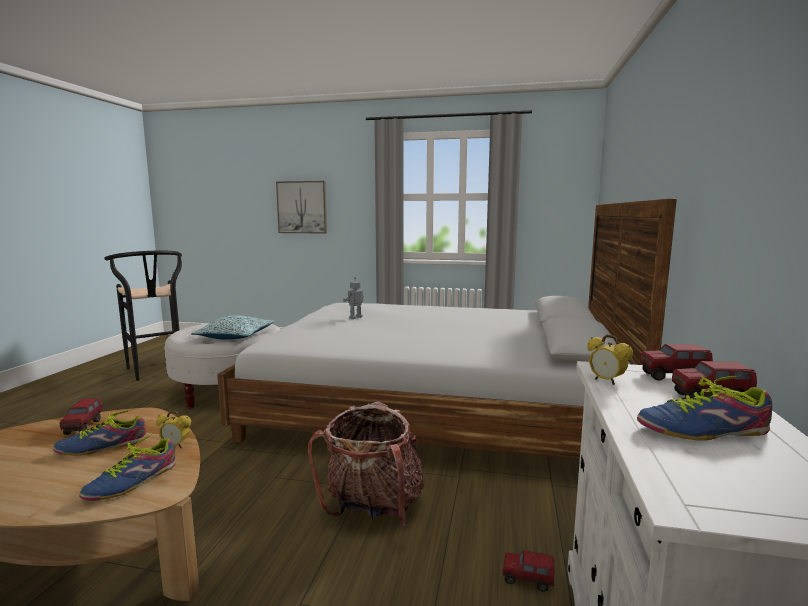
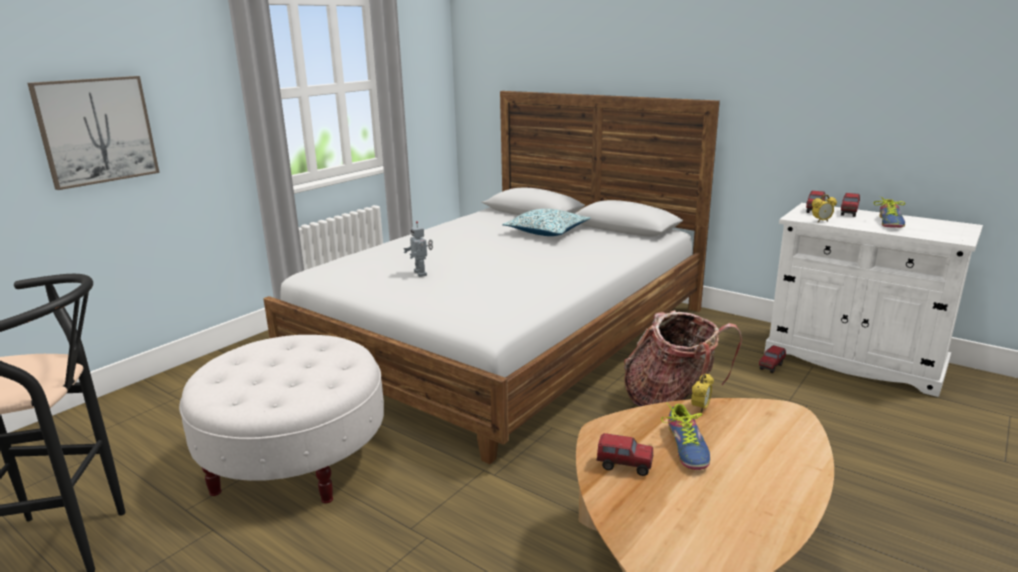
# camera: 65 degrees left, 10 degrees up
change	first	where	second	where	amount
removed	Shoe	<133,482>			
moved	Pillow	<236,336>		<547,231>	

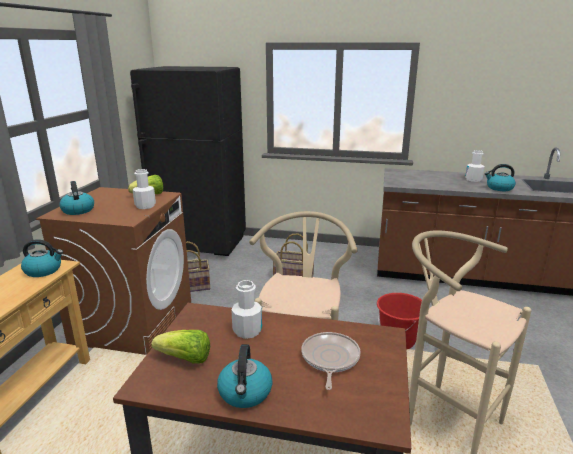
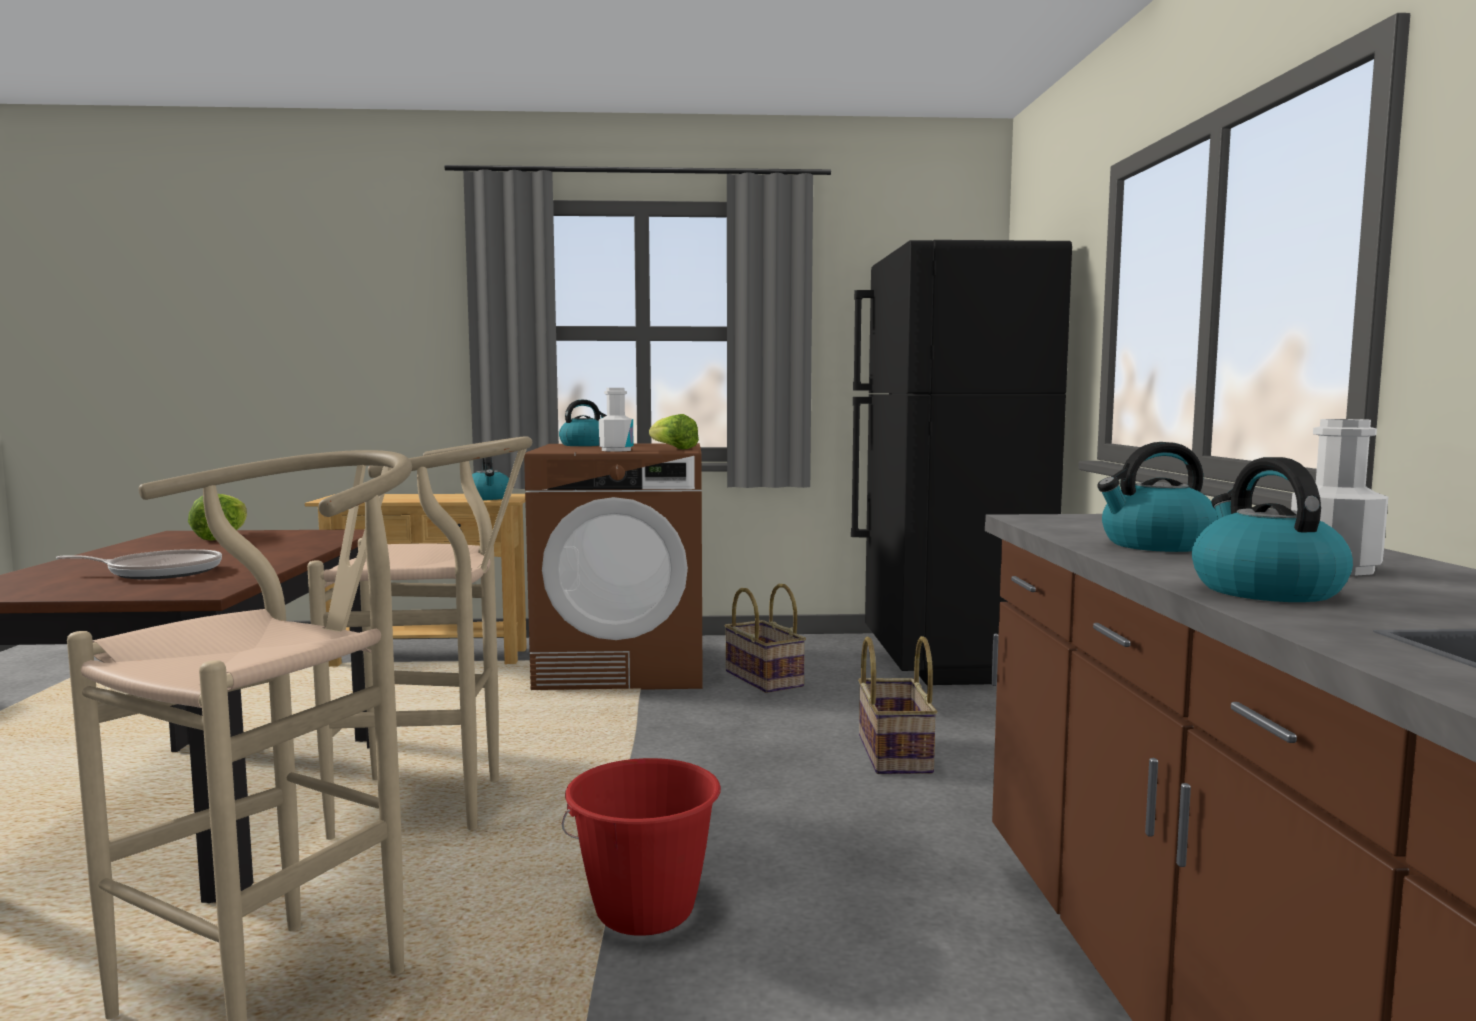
# camera: 75 degrees right, 15 degrees down
change	first	where	second	where	amount
removed	WhiteBottle	<247,331>			
moved	Kettle	<245,393>		<1156,545>	

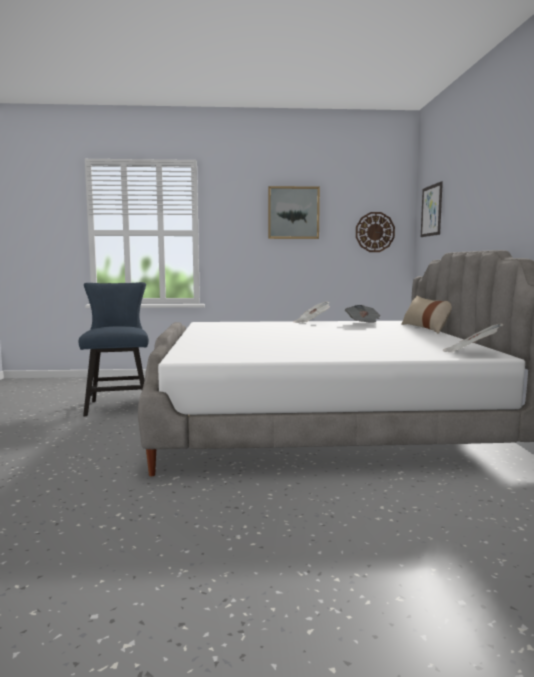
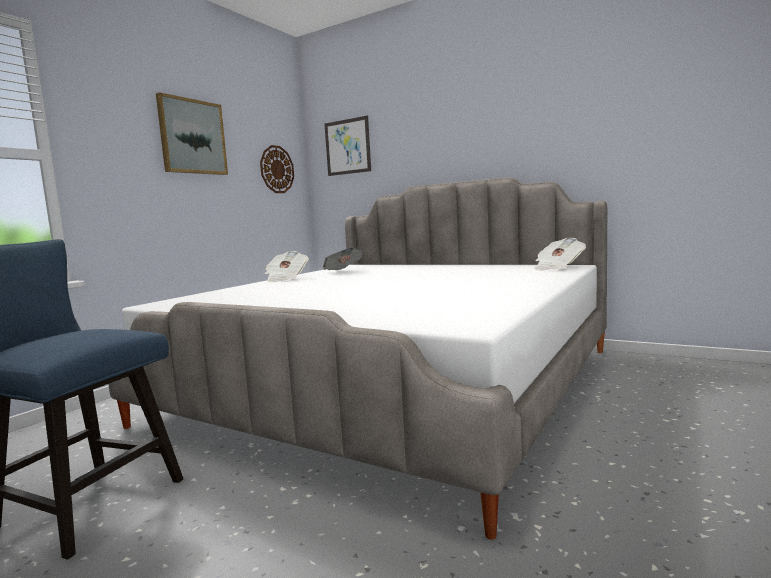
# camera: 55 degrees left, 0 degrees up
change	first	where	second	where	amount
removed	BeigePillow	<426,328>			

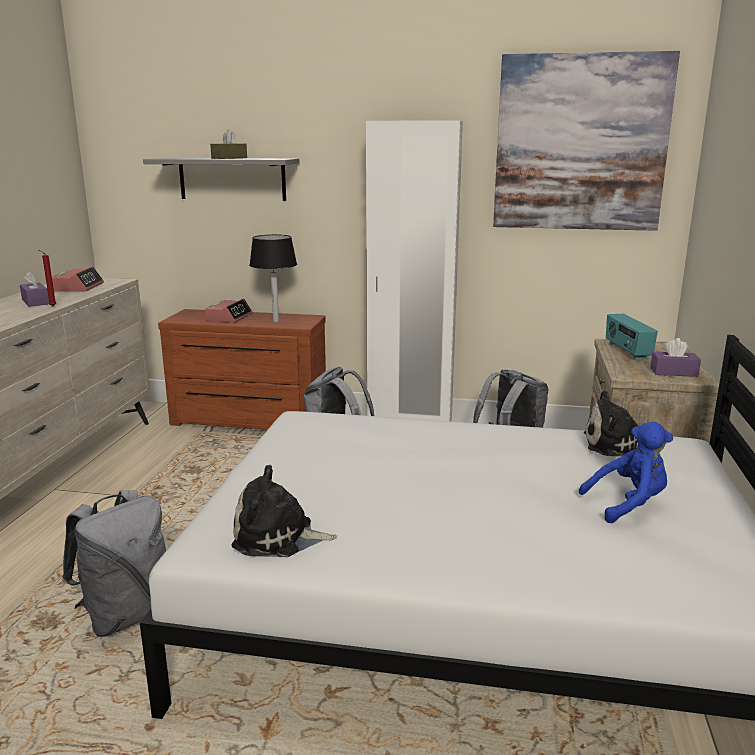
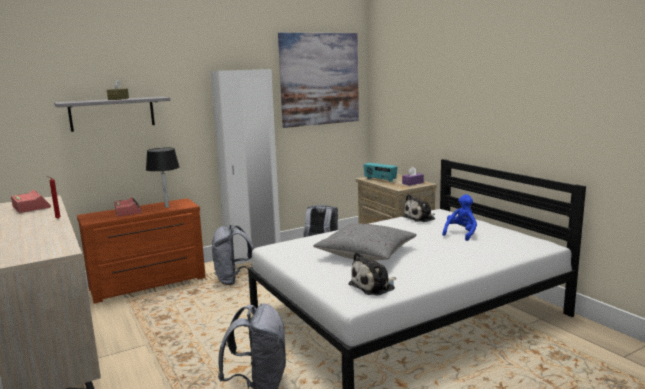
# camera: 40 degrees left, 5 degrees down
change	first	where	second	where	amount
removed	PurpleTissueBox	<35,302>			
added			GreyPillow	<366,253>	

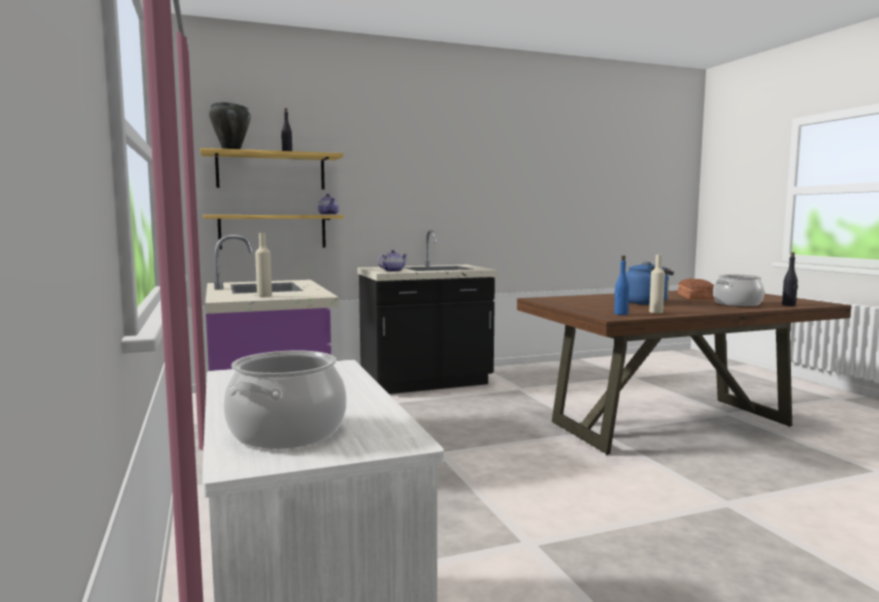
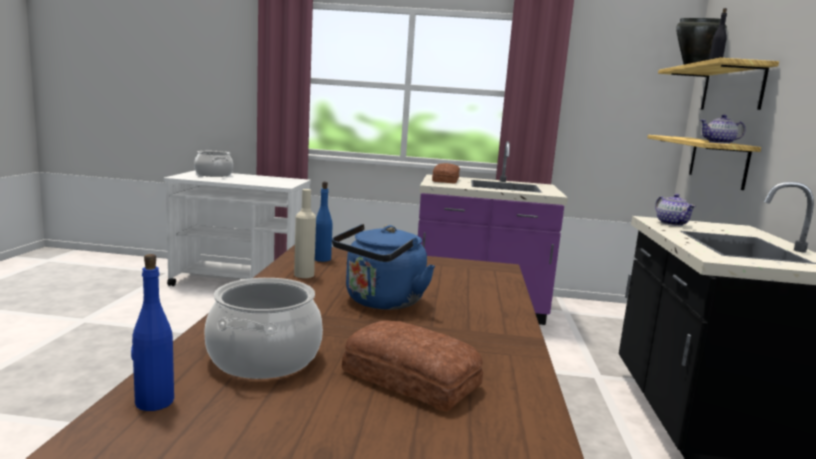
# camera: 115 degrees right, 5 degrees up
change	first	where	second	where	amount
replaced	BeigeBottle	<264,296>	Bread	<446,180>	
recoloured	BlackBottle	<788,305>	BlueBottle	<154,402>	

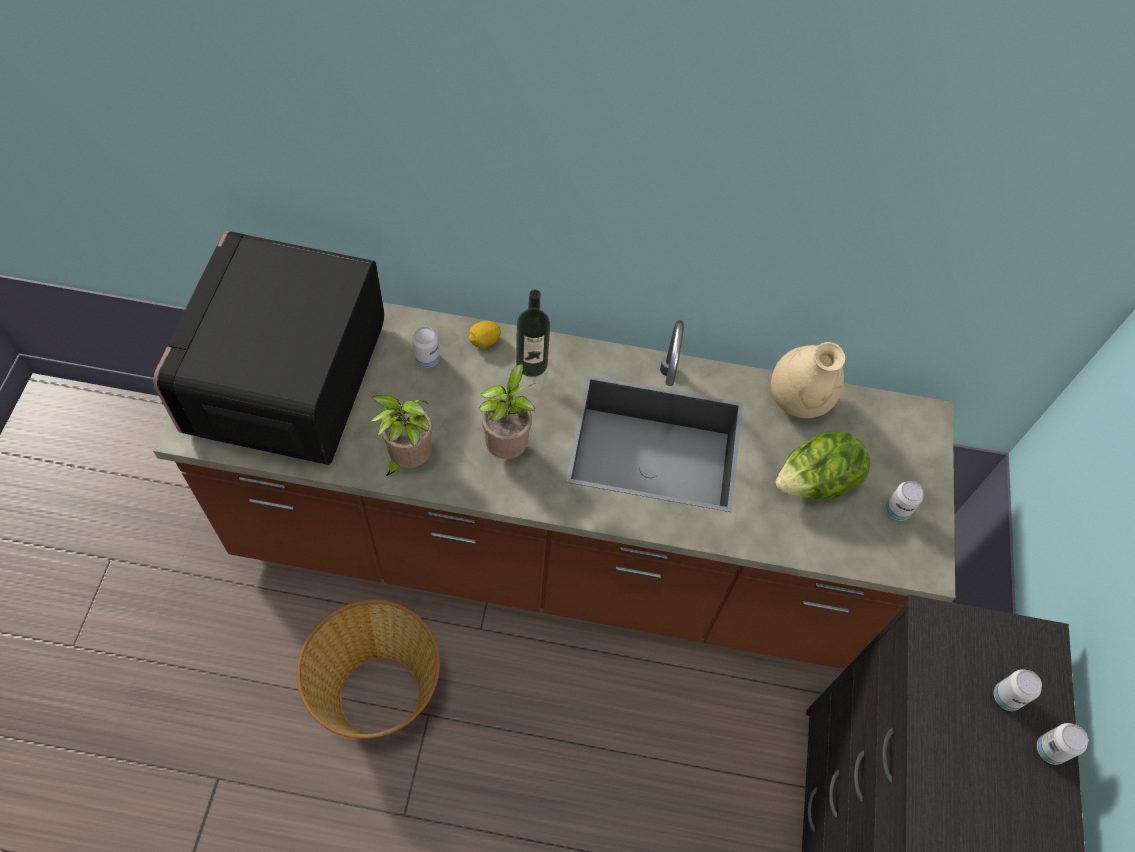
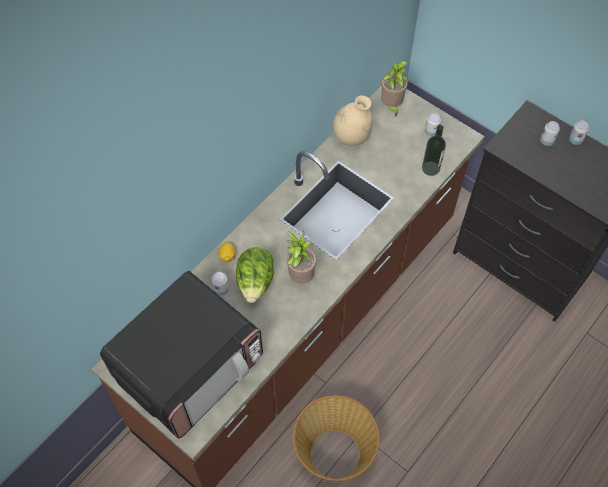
# camera: 55 degrees left, 0 degrees up
change	first	where	second	where	amount
moved	PottedPlant	<408,460>		<391,106>	
moved	Bottle	<531,364>		<430,168>	
moved	Lettuce	<815,482>		<255,282>	
turned	Microwave	<287,380>		<189,366>	90 degrees counterclockwise

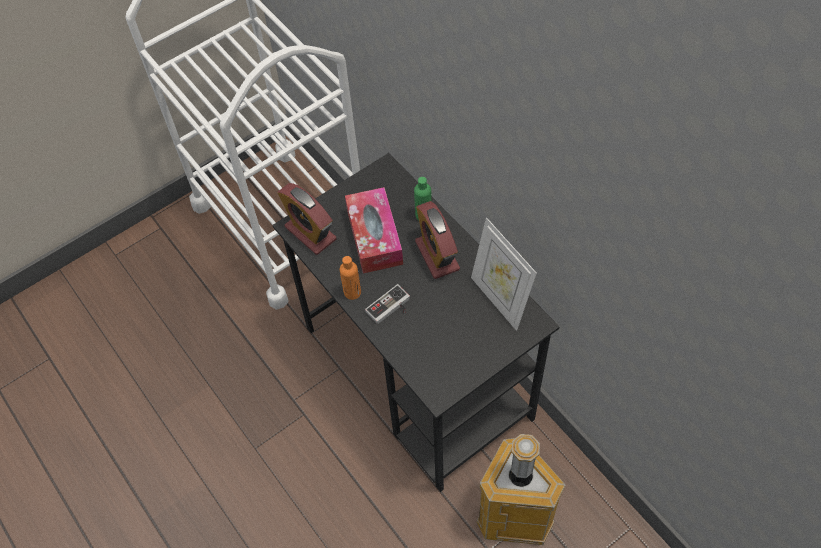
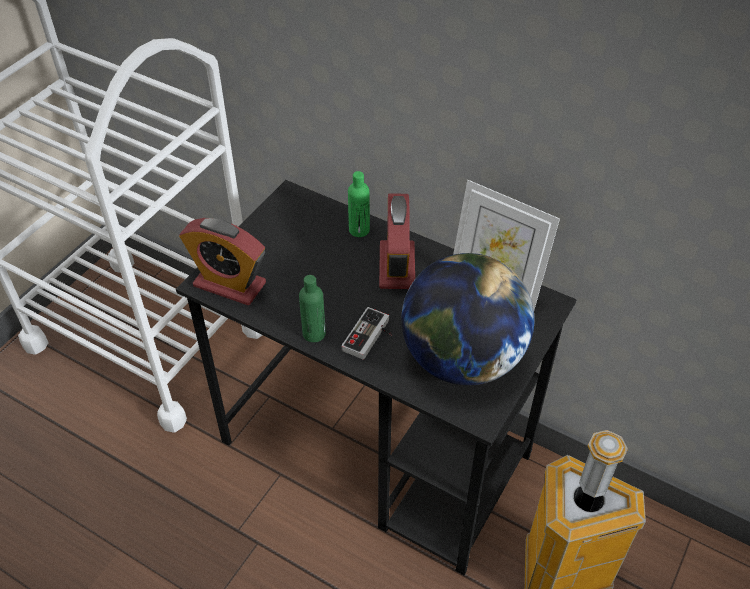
# camera: 25 degrees left, 10 degrees down
change	first	where	second	where	amount
removed	TissueBox	<374,237>			
added			Globe	<462,359>	
recoloured	OrangeBottle	<352,292>	GreenBottle	<314,333>	
turned	AlarmClock	<437,255>		<397,266>	45 degrees clockwise

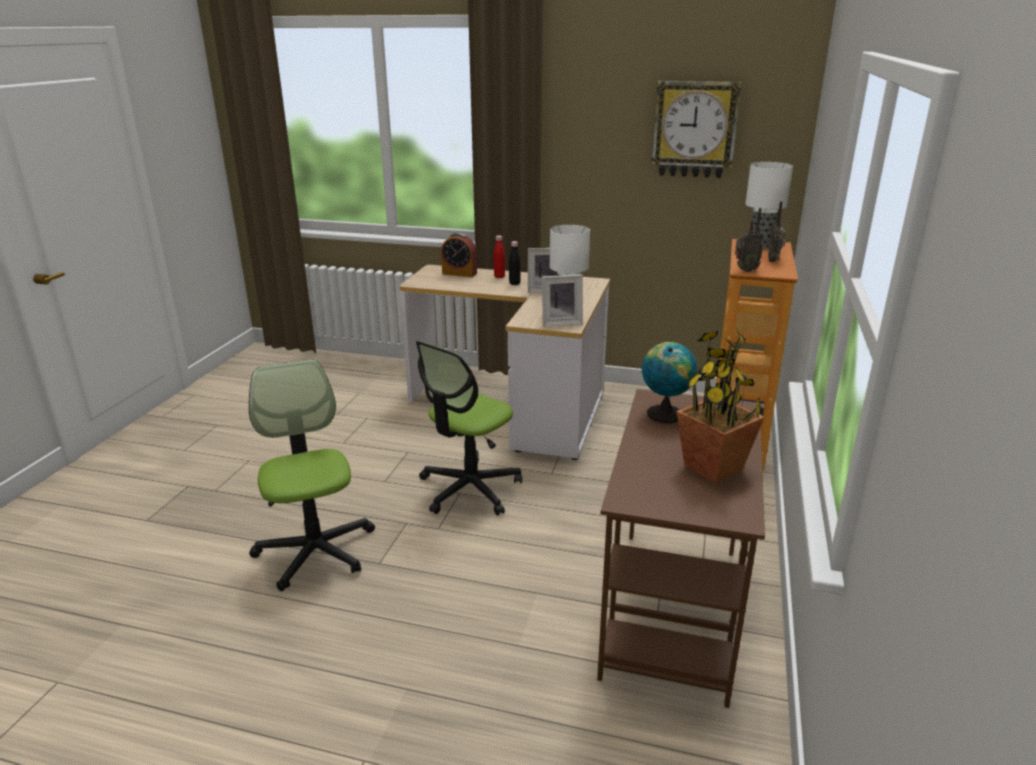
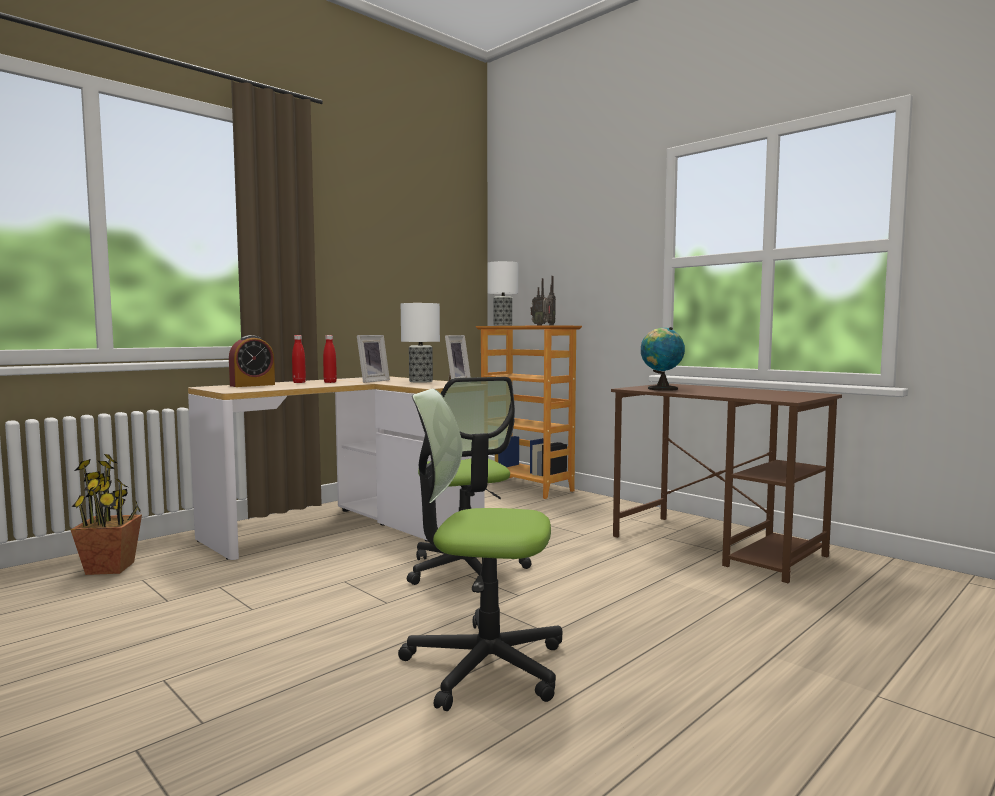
# camera: 60 degrees left, 20 degrees down
change	first	where	second	where	amount
removed	WallClock	<694,129>			
moved	PottedPlant	<713,467>		<111,568>	
recoloured	BlackBottle	<514,283>	RedBottle	<330,382>	

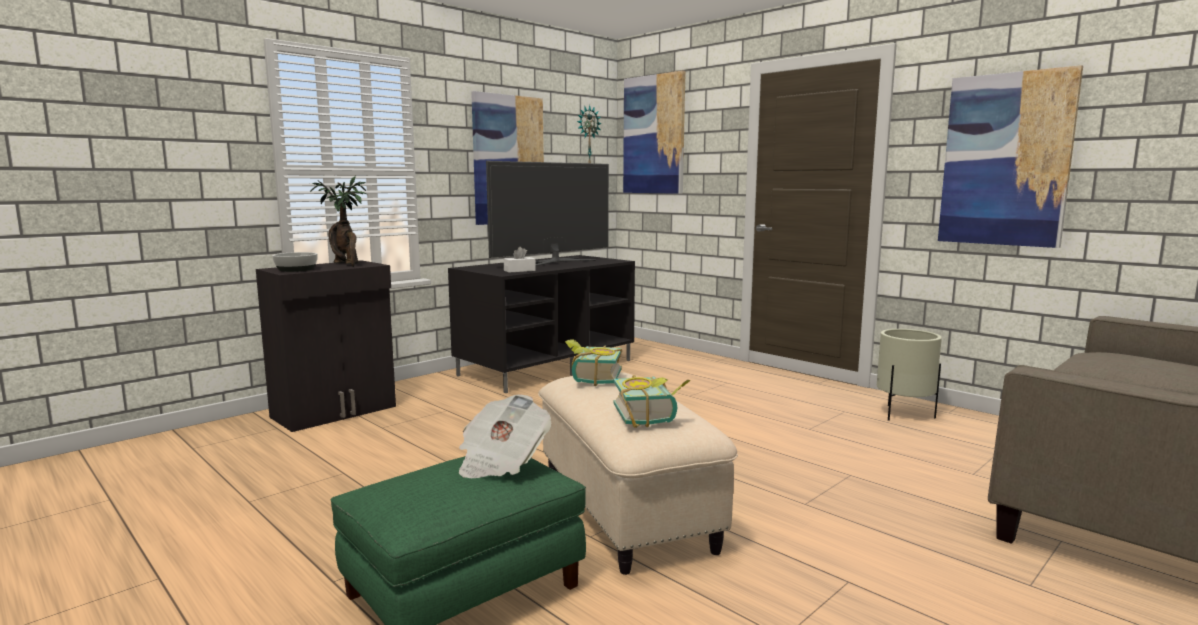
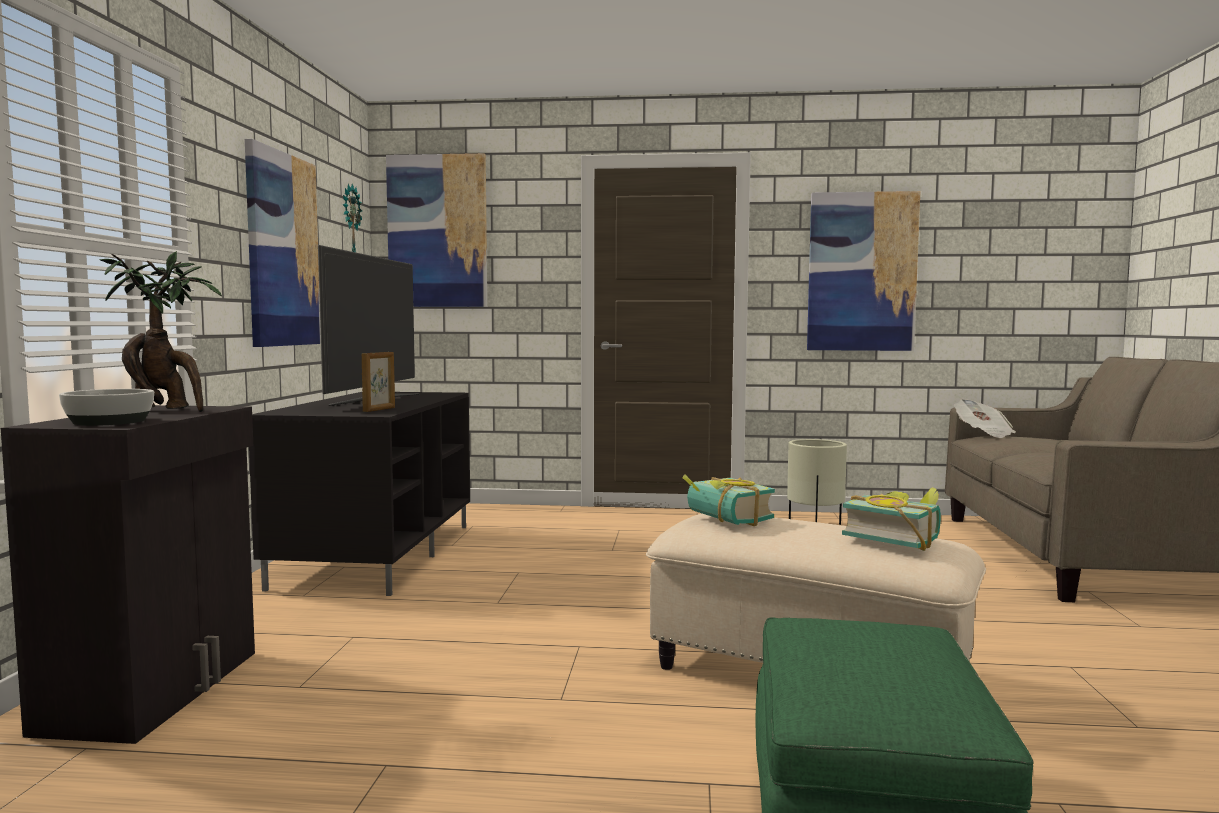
# camera: 40 degrees left, 5 degrees down
change	first	where	second	where	amount
moved	Newspaper	<501,461>		<983,434>	
replaced	WhiteTissueBox	<519,270>	PictureFrame	<379,410>	

